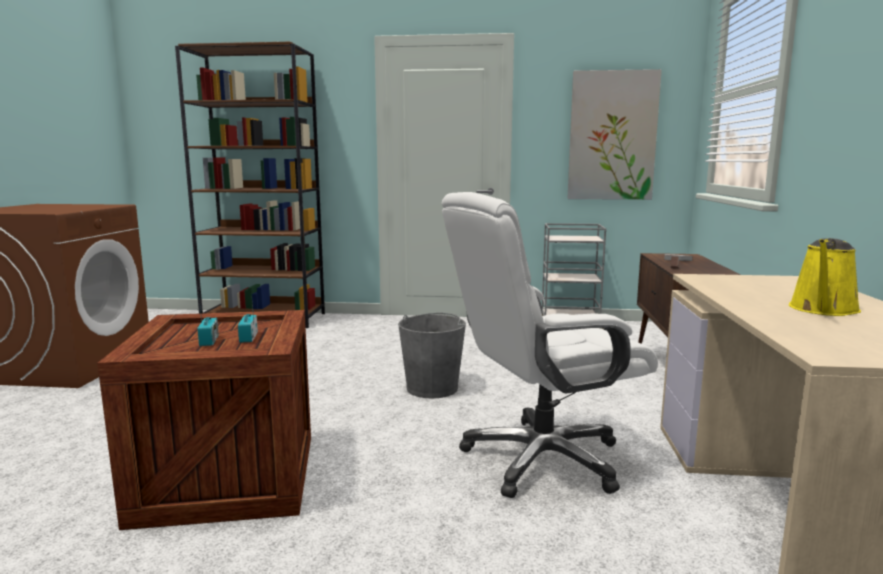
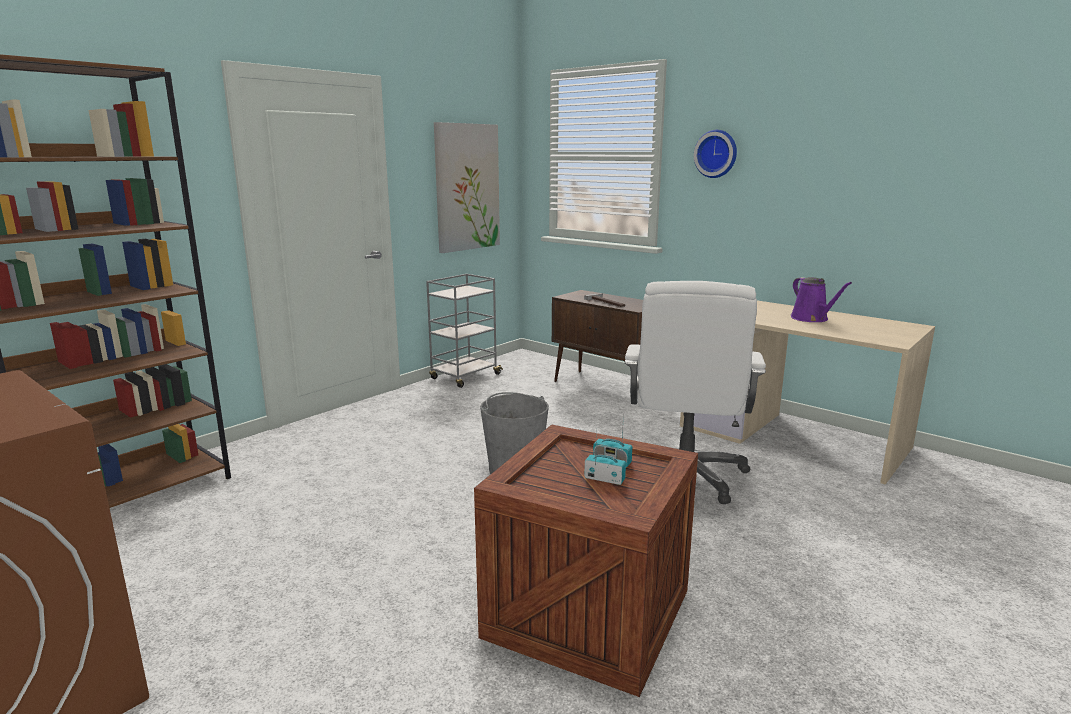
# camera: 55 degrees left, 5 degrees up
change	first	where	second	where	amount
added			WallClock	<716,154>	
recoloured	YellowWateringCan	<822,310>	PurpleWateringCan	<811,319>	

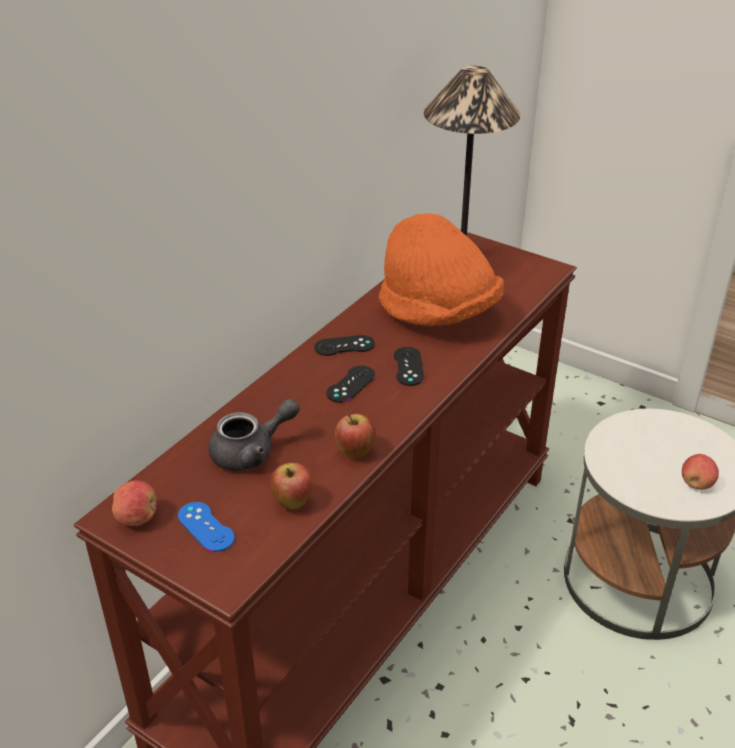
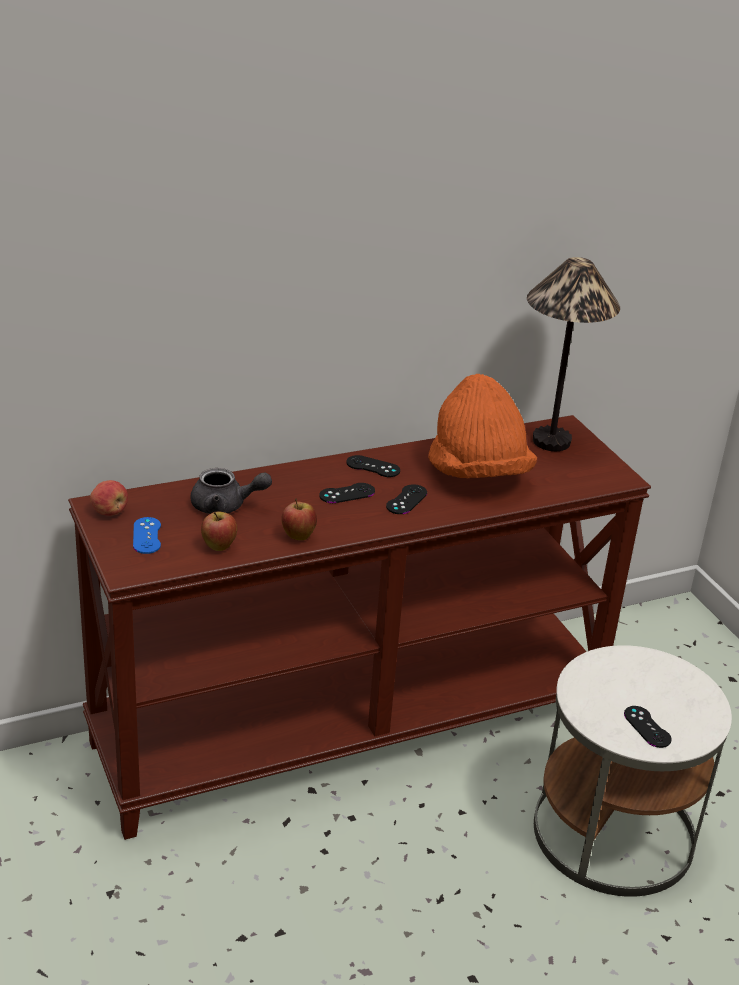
# camera: 30 degrees right, 5 degrees down
change	first	where	second	where	amount
replaced	Apple	<696,483>	BlackGameController	<647,727>	

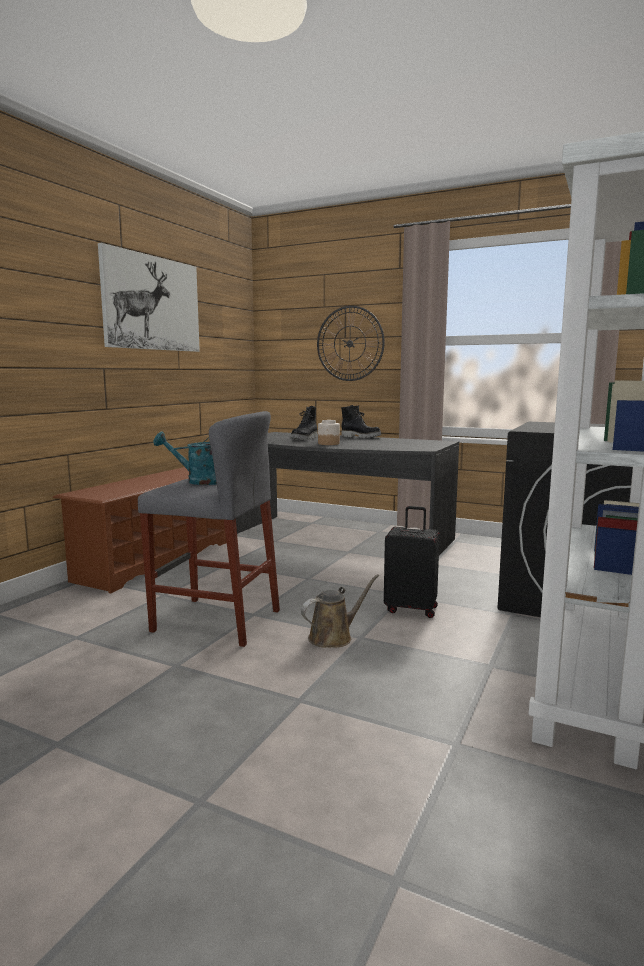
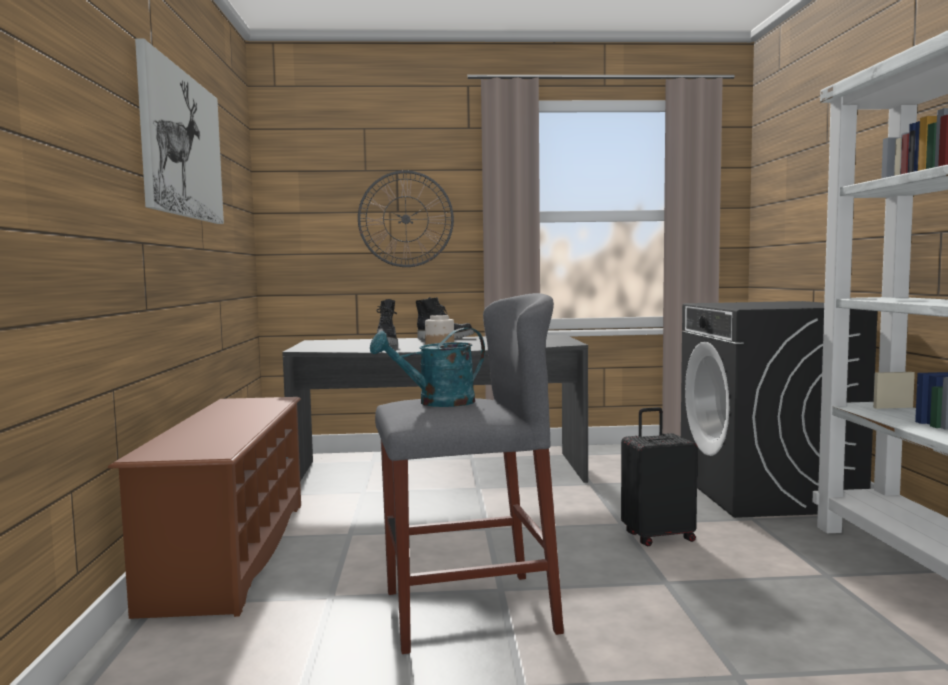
# camera: 30 degrees left, 5 degrees down
change	first	where	second	where	amount
removed	BrownWateringCan	<334,637>			

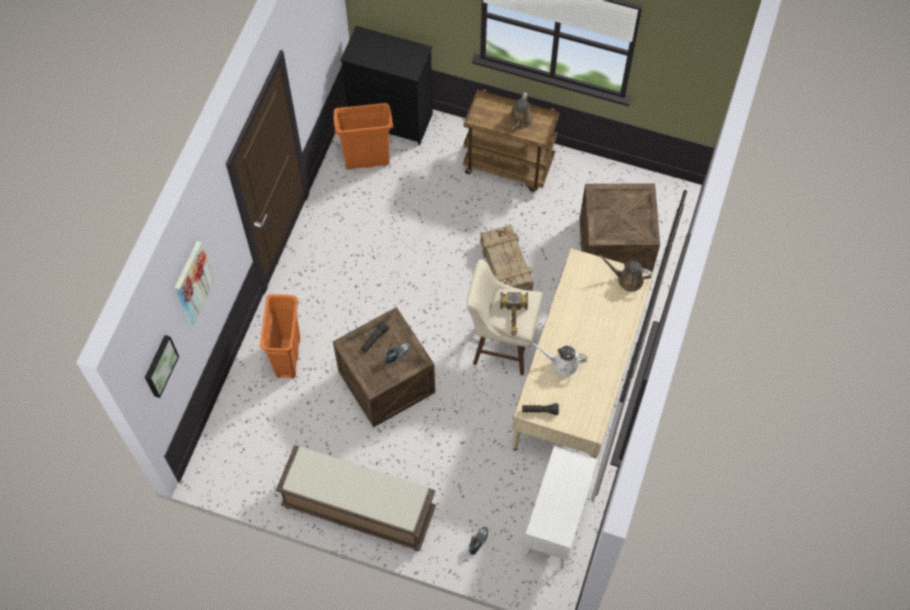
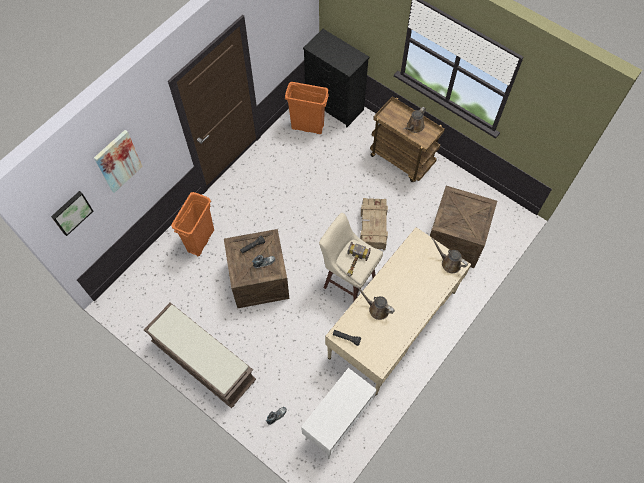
# camera: 20 degrees right, 0 degrees up
change	first	where	second	where	amount
recoloured	WhiteWateringCan	<562,363>	BrownWateringCan	<377,309>	

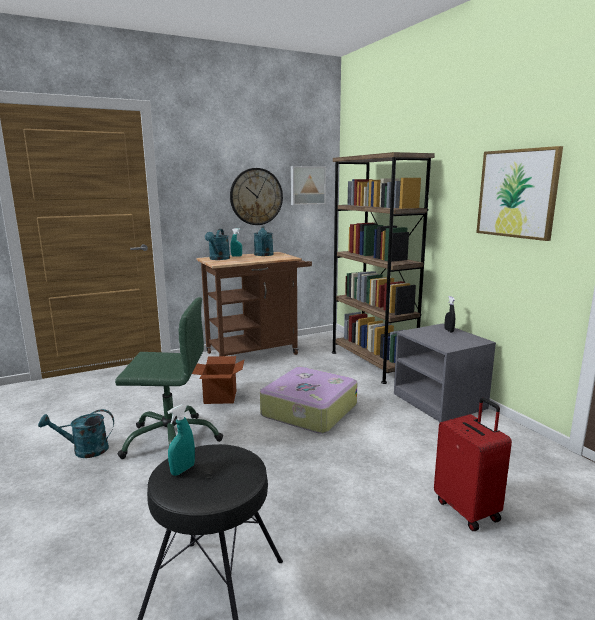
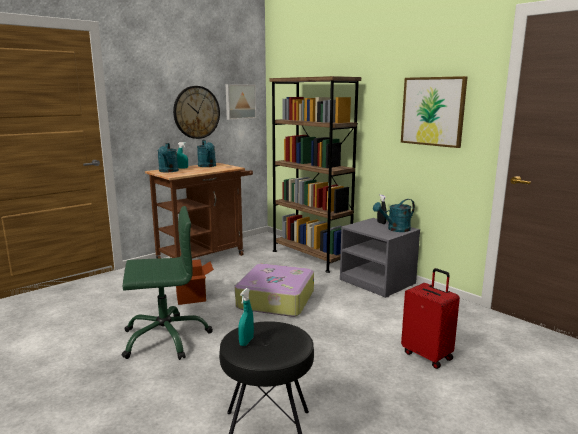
# camera: 15 degrees left, 0 degrees up
change	first	where	second	where	amount
moved	TurquoiseWateringCan	<84,450>		<395,229>	

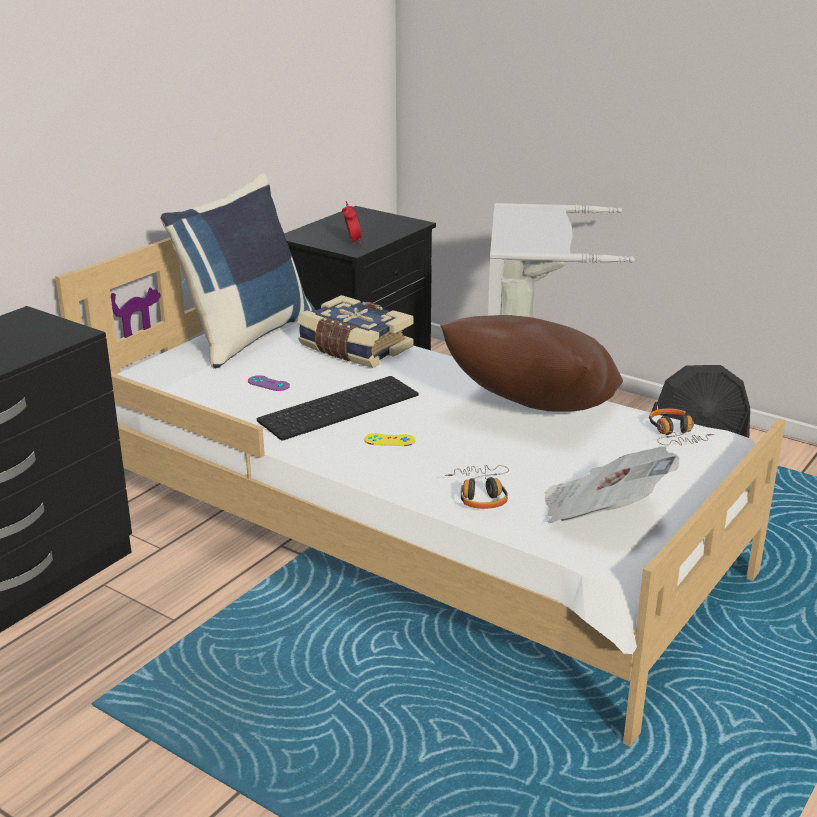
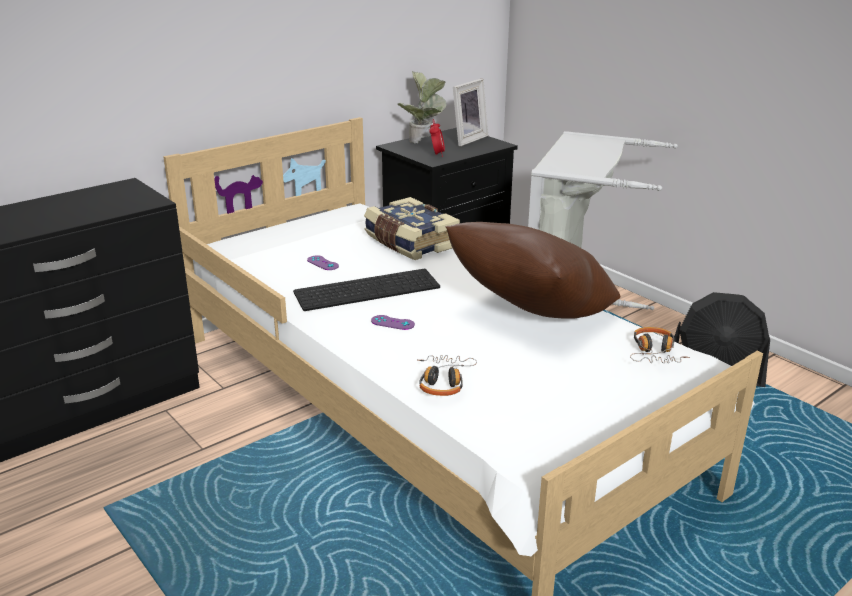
# camera: 15 degrees right, 0 degrees up
change	first	where	second	where	amount
removed	BluePillow	<247,335>			
removed	Newspaper	<602,514>			
added			PottedPlant	<424,142>	
added			PictureFrame	<466,139>	
recoloured	YellowGameController	<389,440>	PurpleGameController	<392,323>	

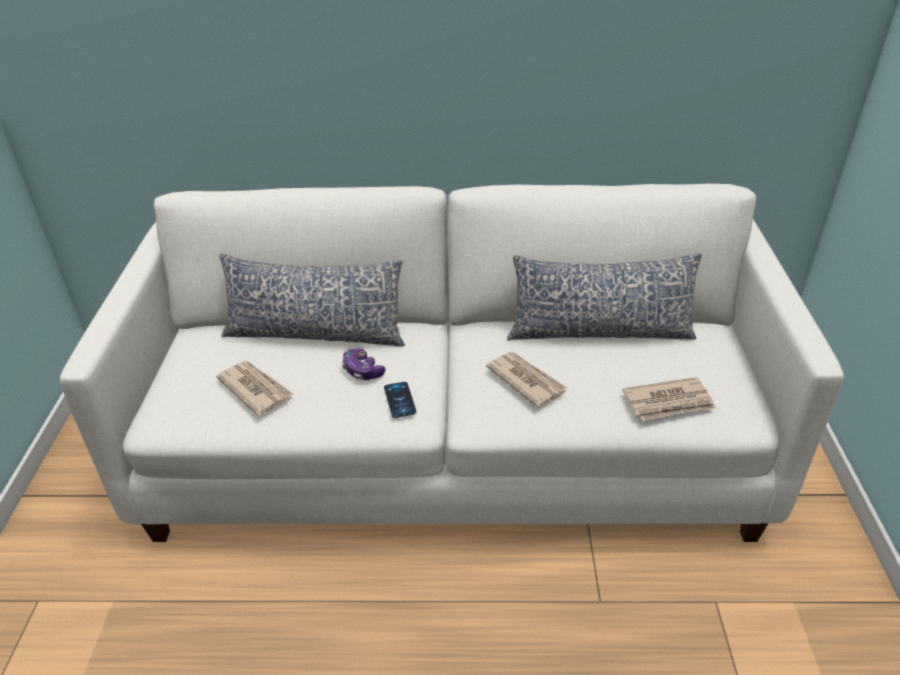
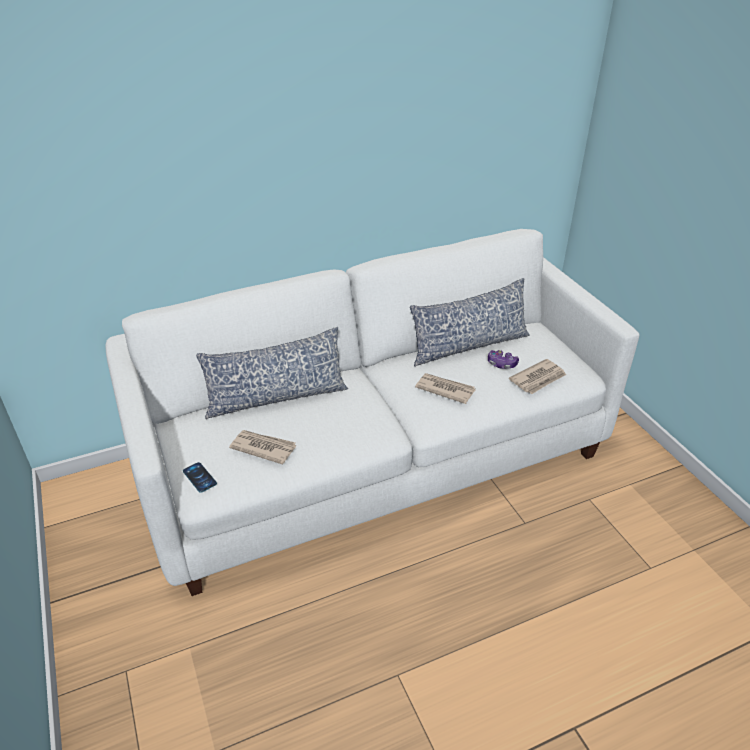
# camera: 25 degrees left, 0 degrees up
change	first	where	second	where	amount
moved	GameController	<362,371>		<501,364>	
moved	Phone	<399,400>		<199,477>	

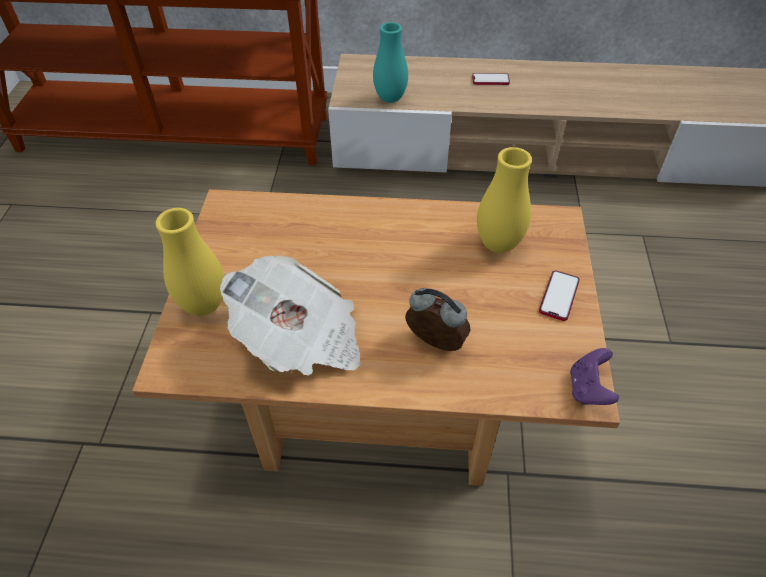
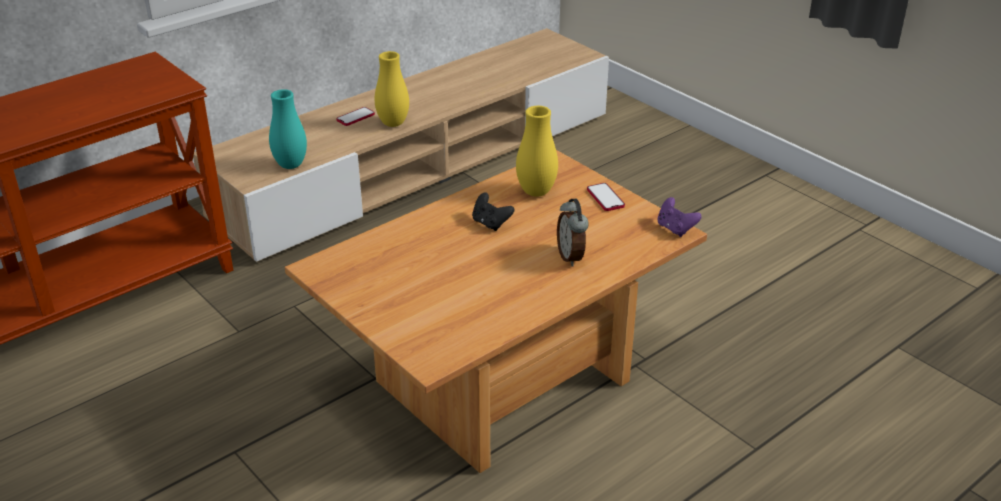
# camera: 45 degrees left, 15 degrees down
change	first	where	second	where	amount
removed	Newspaper	<301,339>			
added			BlackGameController	<490,223>	
moved	YellowVase	<204,305>		<393,123>	
turned	AlarmClock	<434,344>		<571,257>	90 degrees counterclockwise

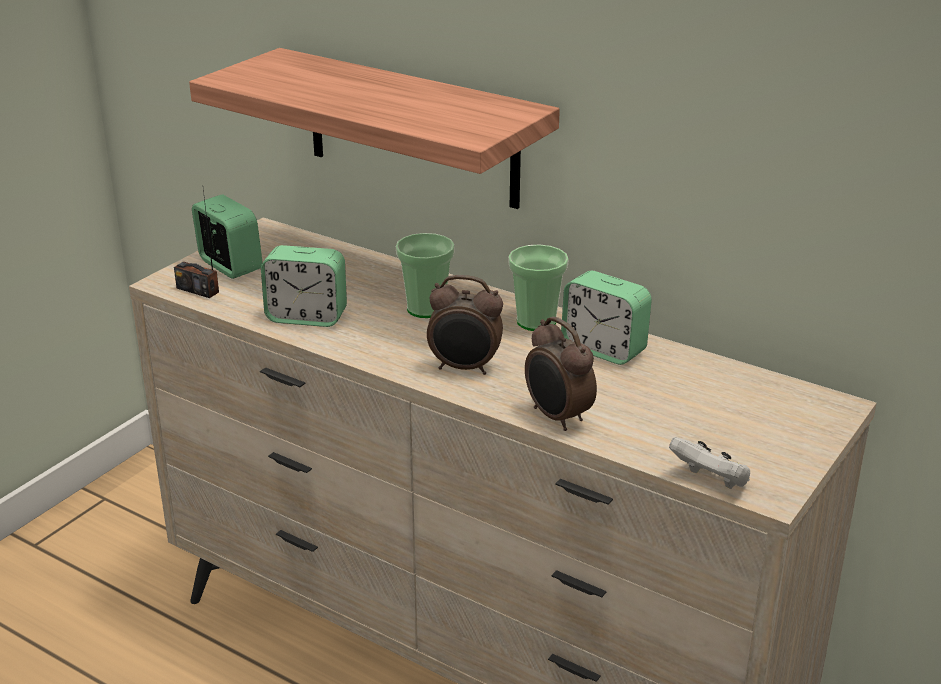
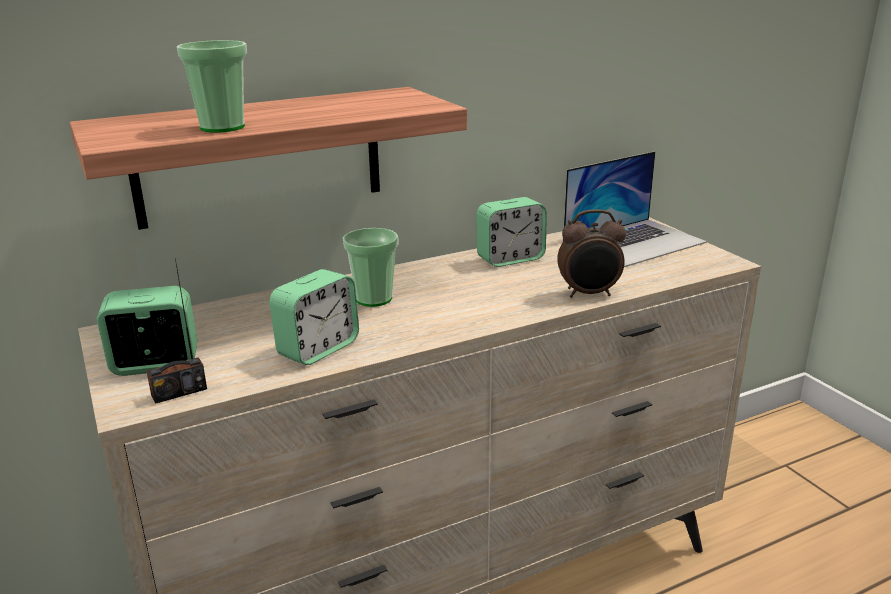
# camera: 60 degrees left, 5 degrees down
change	first	where	second	where	amount
removed	AlarmClock	<465,368>			
removed	WhiteGameController	<710,481>			
added			Laptop	<634,242>	
moved	Cup	<536,321>		<222,127>	

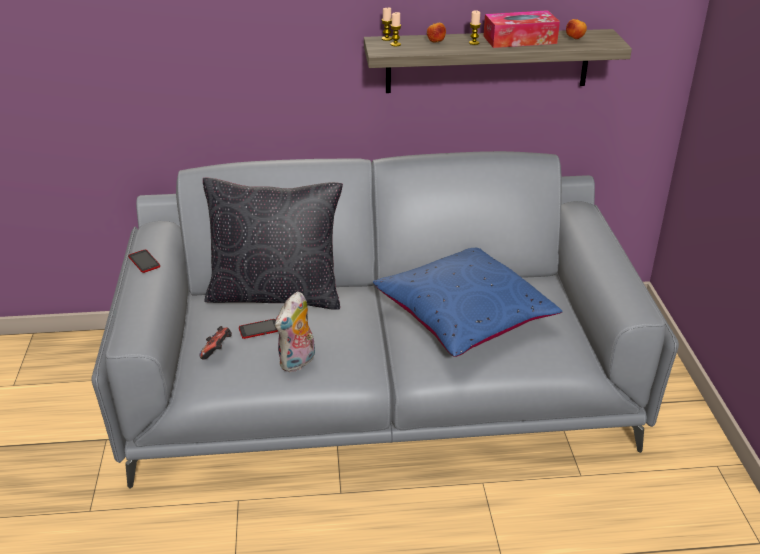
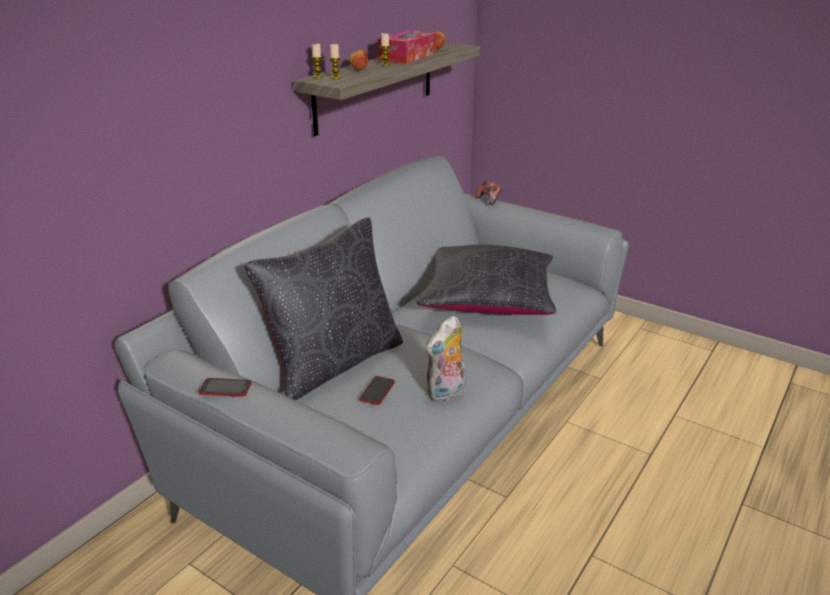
# camera: 50 degrees left, 5 degrees down
change	first	where	second	where	amount
moved	GameController	<218,351>		<489,200>	
recoloured	BluePillow	<464,316>	BlackPillow	<487,298>	
turned	PlushToy	<298,362>		<446,393>	60 degrees clockwise

